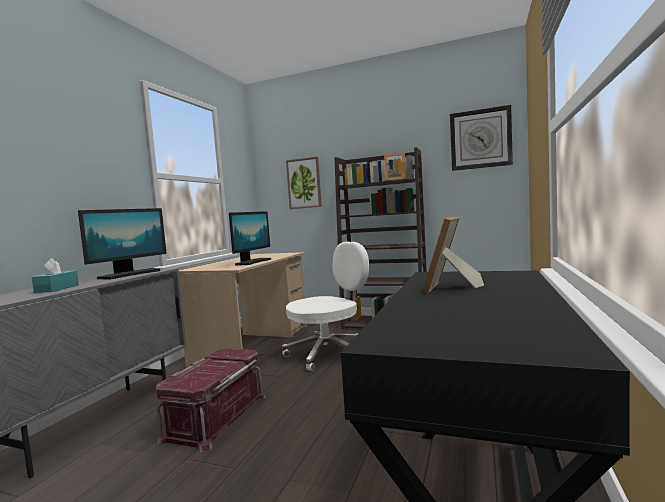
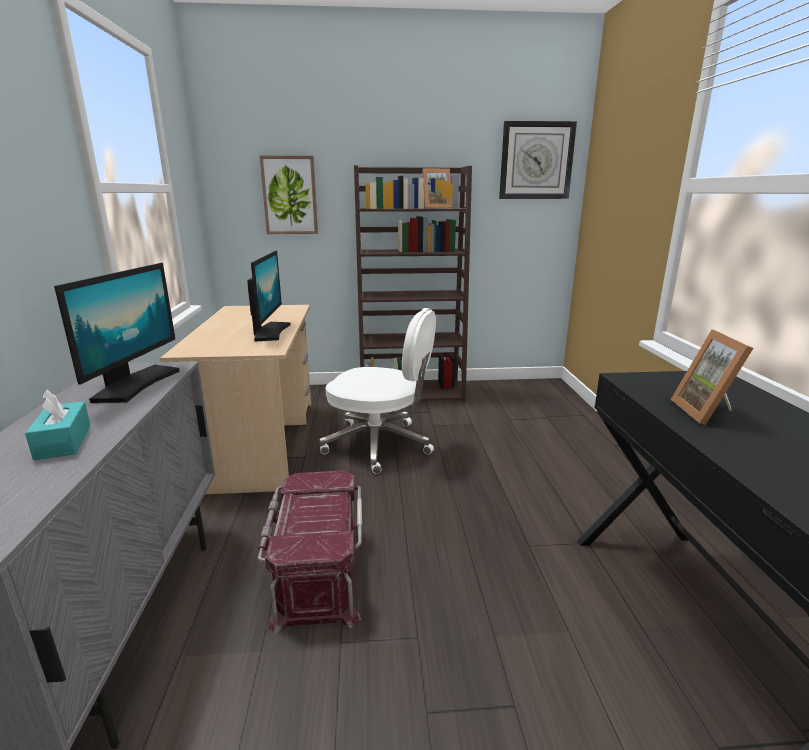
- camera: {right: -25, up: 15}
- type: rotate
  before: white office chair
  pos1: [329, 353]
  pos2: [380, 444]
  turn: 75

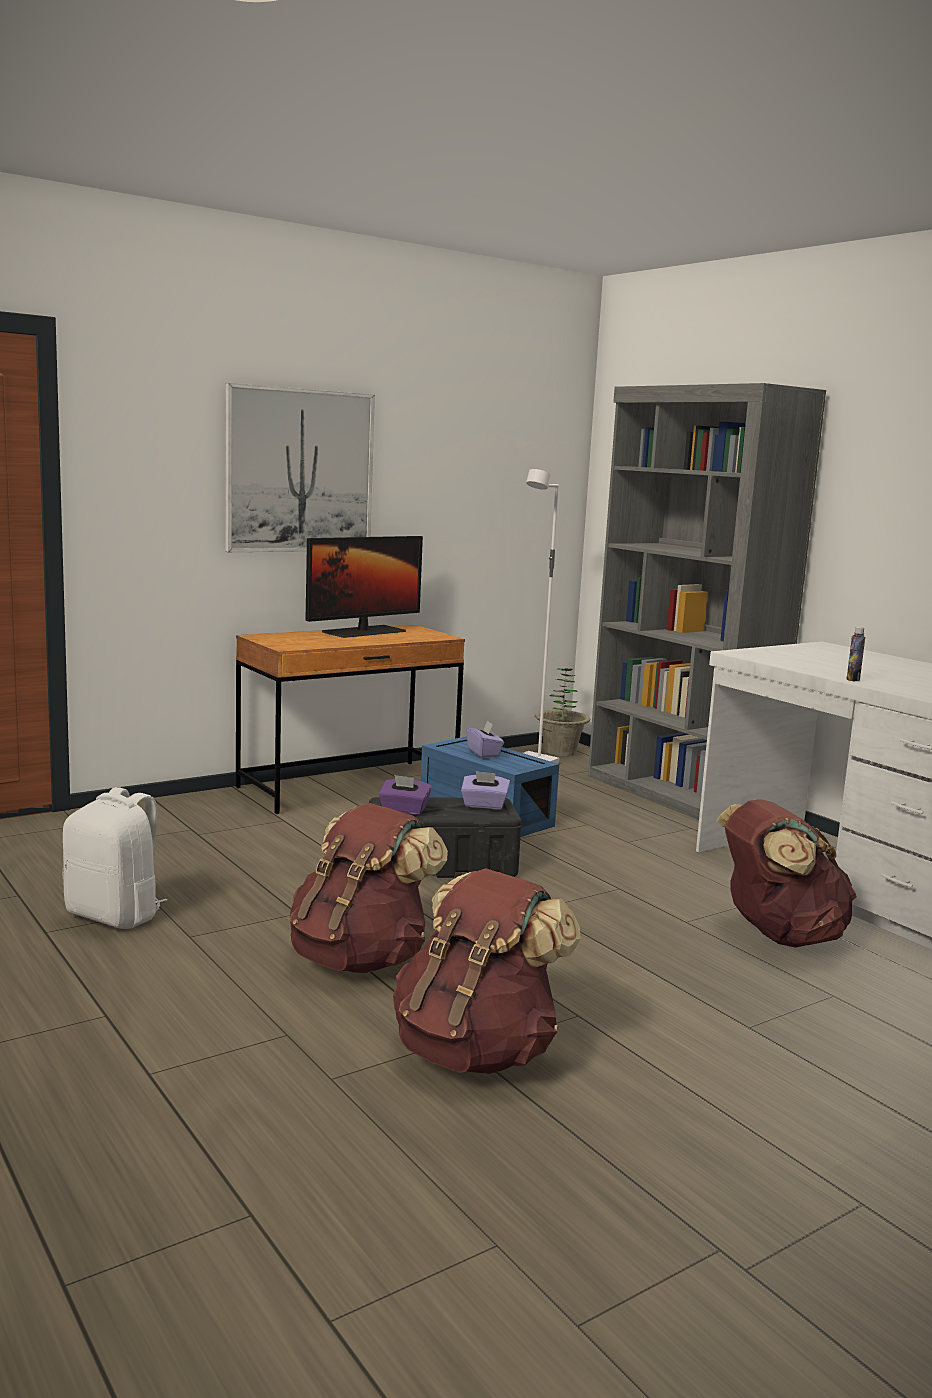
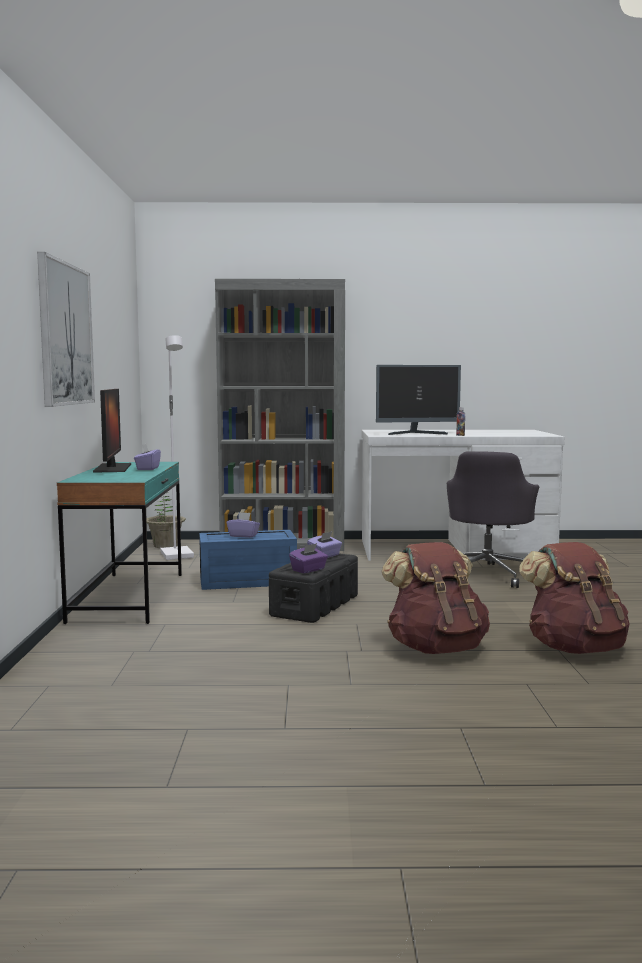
- camera: {right: -55, up: -5}
- type: delete
  before: white backpack
  pos1: [116, 916]
- type: insert
  after: purple tissue box
  pos2: [147, 468]
- type: insert
  after: monitor
  pos2: [416, 433]
- type: replace
  before: brown backpack
  after: grey office chair
  pos1: [778, 936]
  pos2: [488, 574]
- type: recolor
  before: brown desk
  after: turquoise desk
  pos1: [349, 786]
  pos2: [129, 597]

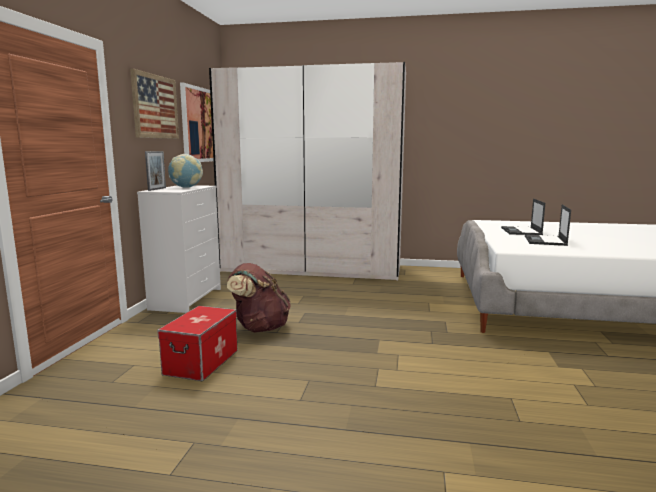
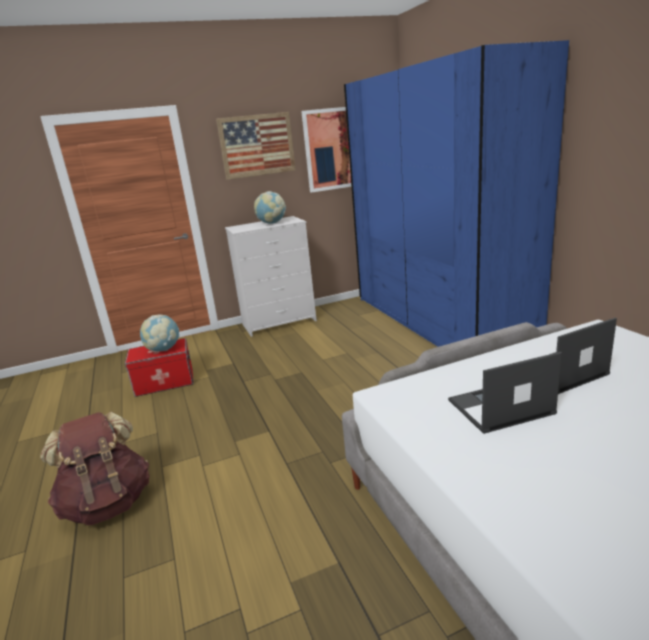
- camera: {right: 60, up: 10}
- type: delete
  before: picture frame
  pos1: [157, 189]
- type: insert
  after: globe
  pos2: [163, 349]
- type: move
  before: brown backpack
  pos1: [259, 328]
  pos2: [108, 503]
- type: recolor
  before: beige wardrobe
  after: blue wardrobe
  pos1: [312, 268]
  pos2: [437, 322]

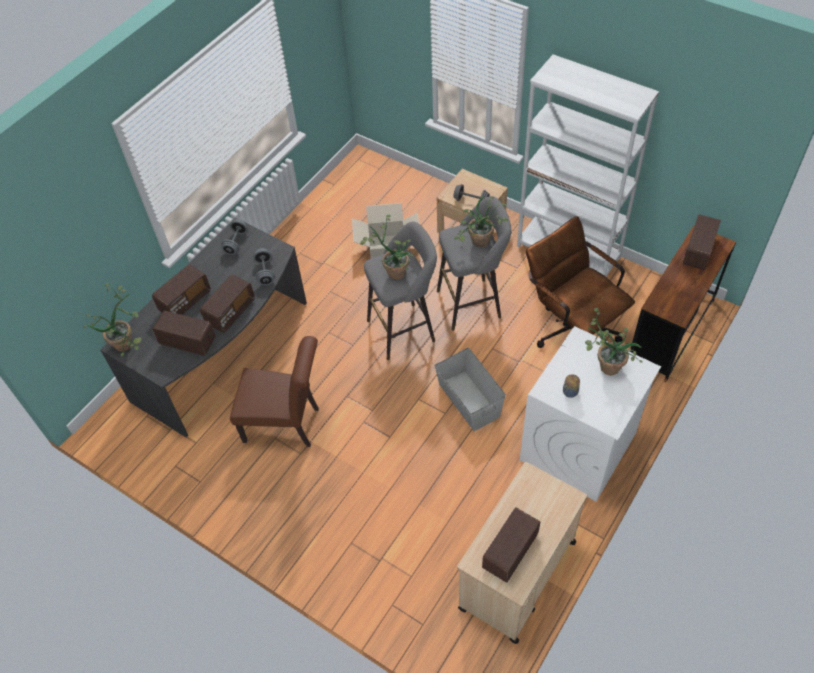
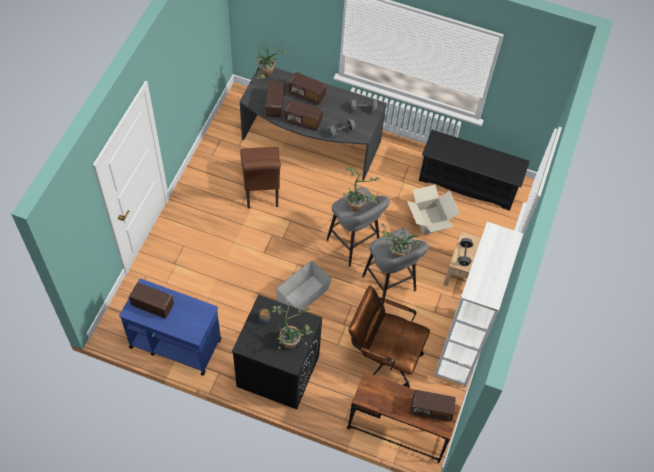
- camera: {right: 70, up: 5}
- type: insert
  after: black shoe rack
  pos2: [468, 183]
- type: recolor
  before: beige cart
  after: blue cart
  pos1: [517, 575]
  pos2: [175, 343]
- type: recolor
  before: white washing machine
  after: black washing machine
  pos1: [577, 447]
  pos2: [277, 371]
- type: rotate
  before: brown office chair
  pos1: [571, 328]
  pos2: [383, 357]
  turn: -105

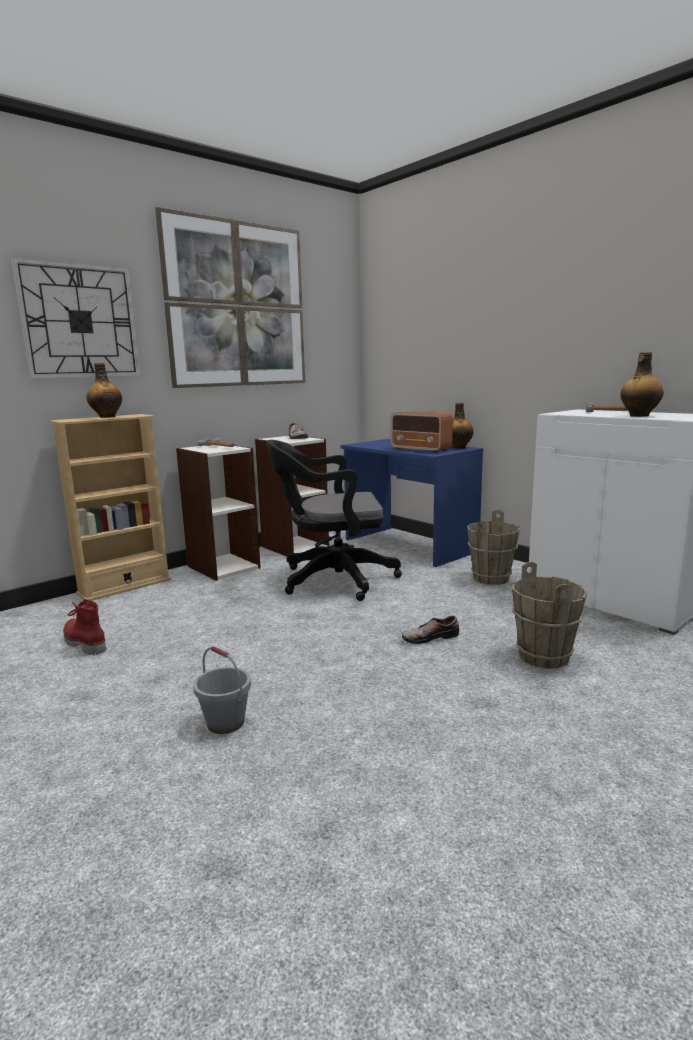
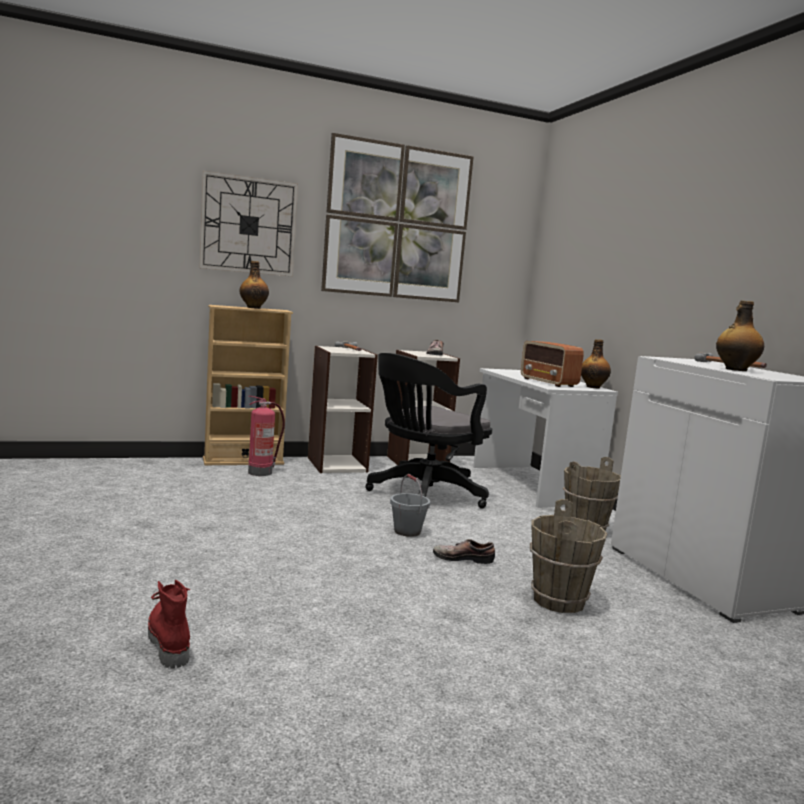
- camera: {right: 20, up: -5}
- type: insert
  after: fire extinguisher
  pos2: [261, 472]
- type: move
  before: red boot
  pos1: [83, 643]
  pos2: [167, 642]
- type: move
  before: grey bucket
  pos1: [226, 722]
  pos2: [407, 531]
- type: recolor
  before: blue desk
  after: white desk
  pos1: [408, 545]
  pos2: [531, 484]
- type: rotate
  before: black office chair
  pos1: [332, 580]
  pos2: [423, 495]
  turn: -60

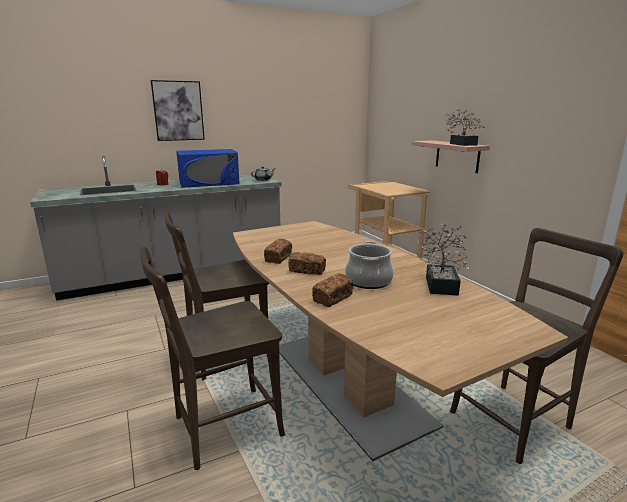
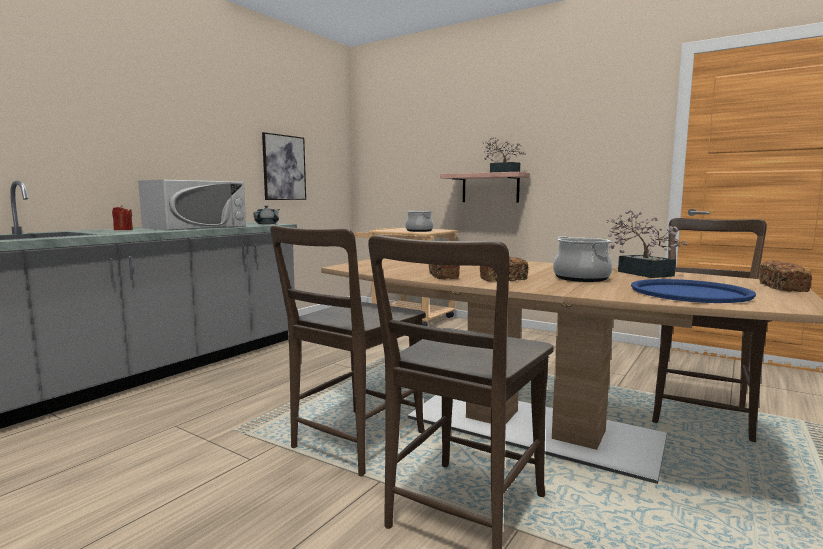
- camera: {right: -30, up: -10}
- type: insert
  after: cooking pot
  pos2: [419, 231]
- type: insert
  after: blue tray
  pos2: [689, 293]
- type: move
  before: picture
  pos1: [178, 111]
  pos2: [284, 167]
- type: move
  before: bread
  pos1: [333, 298]
  pos2: [783, 287]
- type: recolor
  before: blue microwave
  after: white microwave
  pos1: [209, 182]
  pos2: [196, 227]

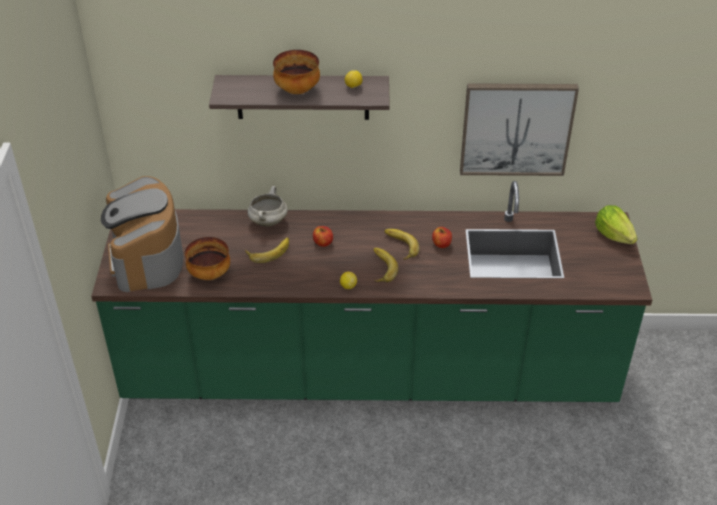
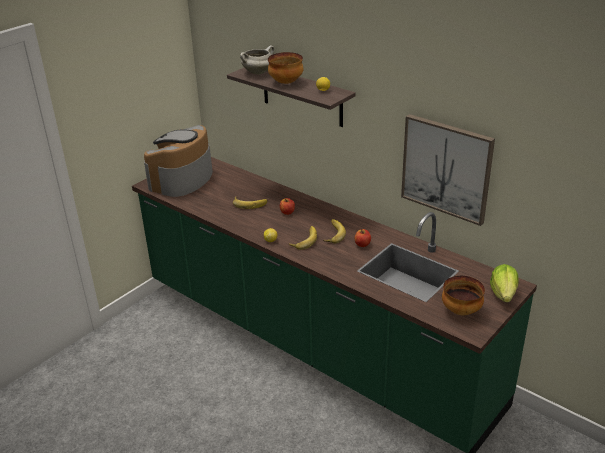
- camera: {right: 40, up: -10}
- type: move
  before: bowl
  pos1: [209, 274]
  pos2: [461, 310]
- type: move
  before: white cooking pot
  pos1: [268, 221]
  pos2: [258, 72]

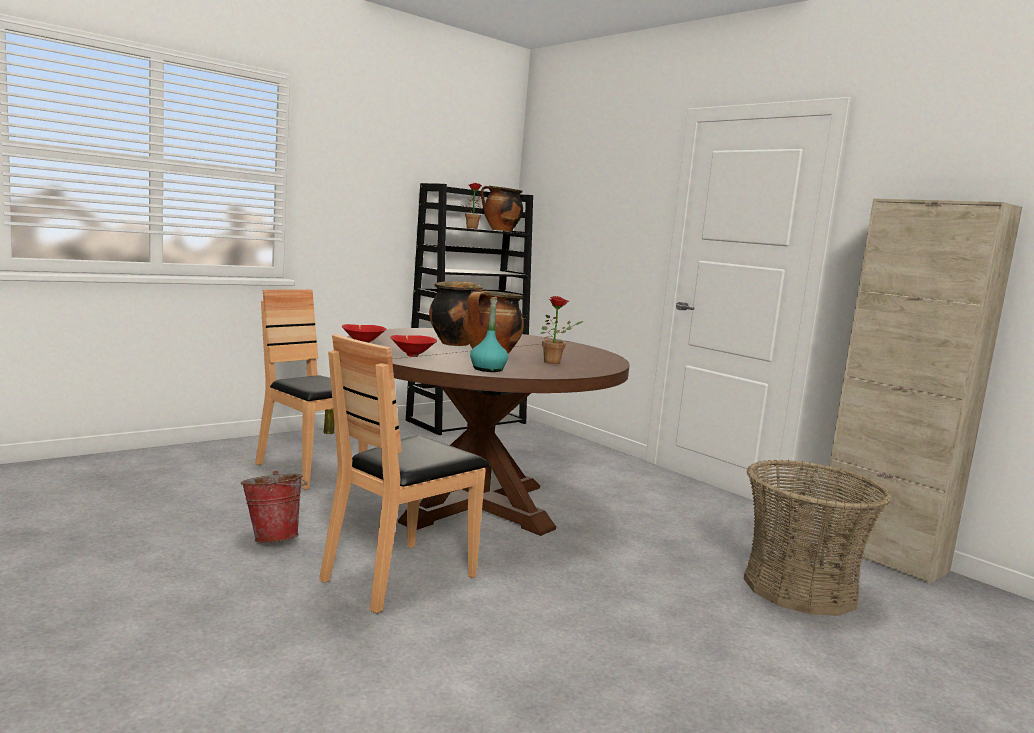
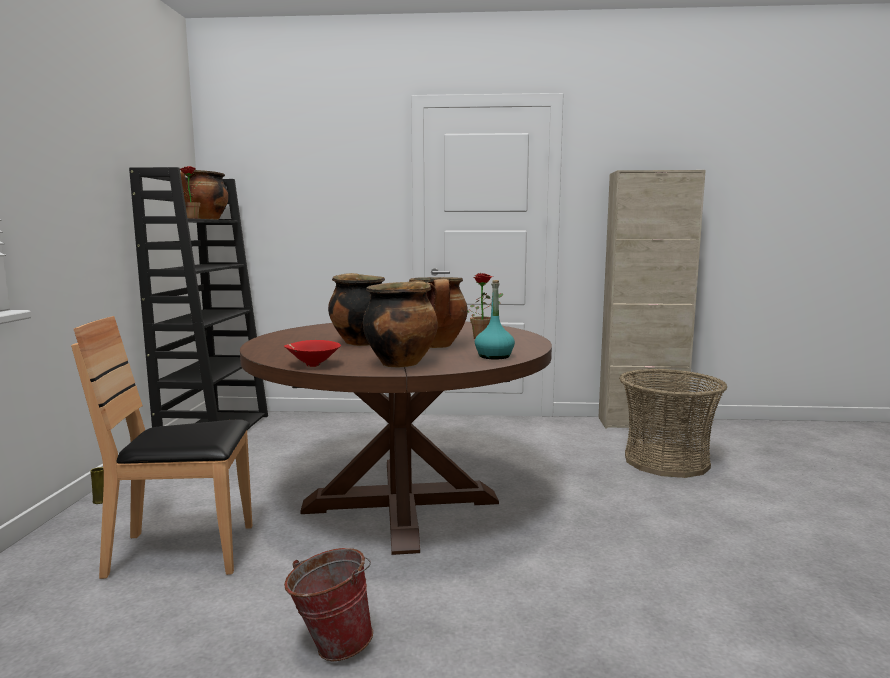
- camera: {right: -45, up: 0}
- type: delete
  before: brown chair
  pos1: [399, 576]
- type: replace
  before: red bowl
  after: cooking pot
  pos1: [412, 355]
  pos2: [401, 363]

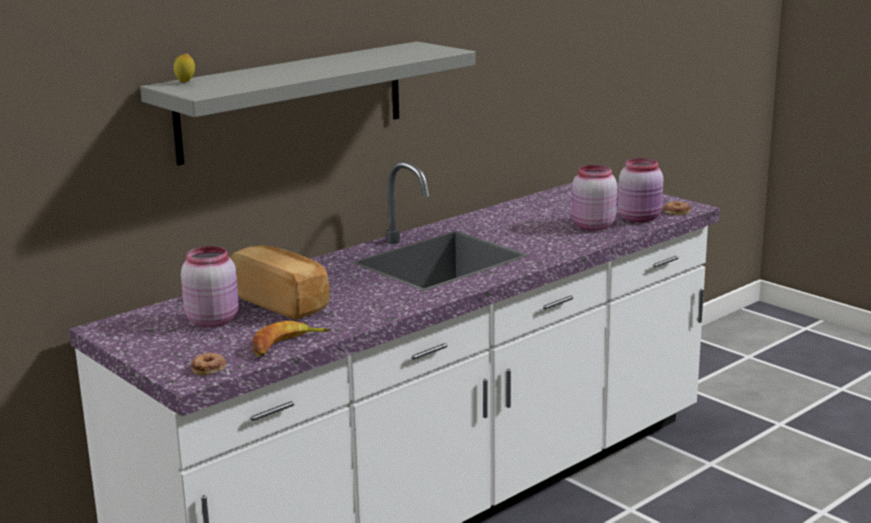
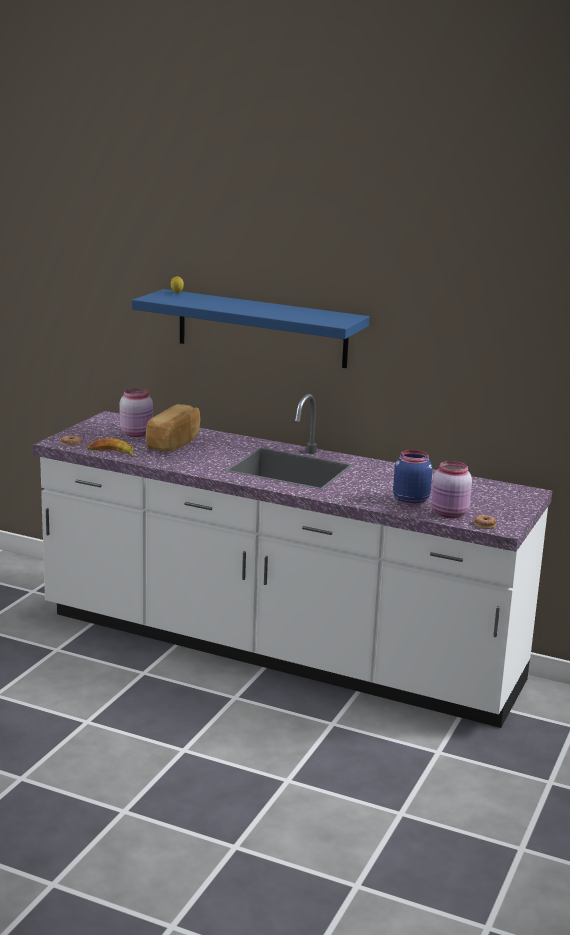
- camera: {right: 65, up: 0}
- type: recolor
  before: grey shelf
  after: blue shelf
  pos1: [292, 101]
  pos2: [262, 328]
- type: recolor
  before: pink jar
  after: blue jar
  pos1: [592, 226]
  pos2: [410, 500]

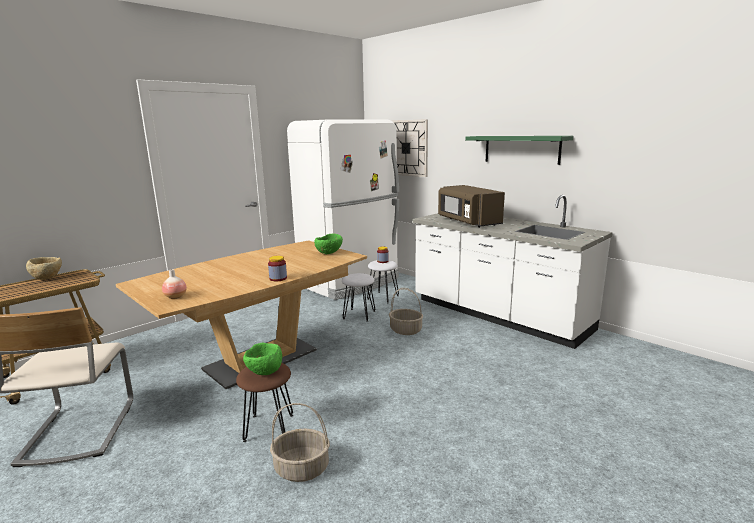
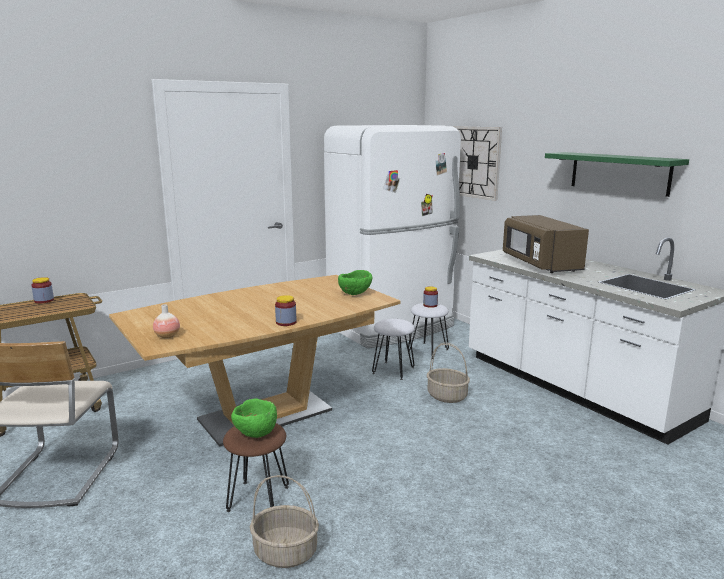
- camera: {right: 10, up: 0}
- type: replace
  before: beige bowl
  after: jar
  pos1: [48, 278]
  pos2: [44, 300]

